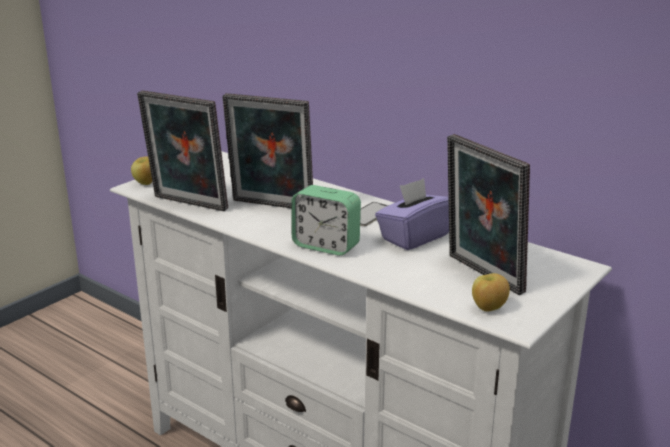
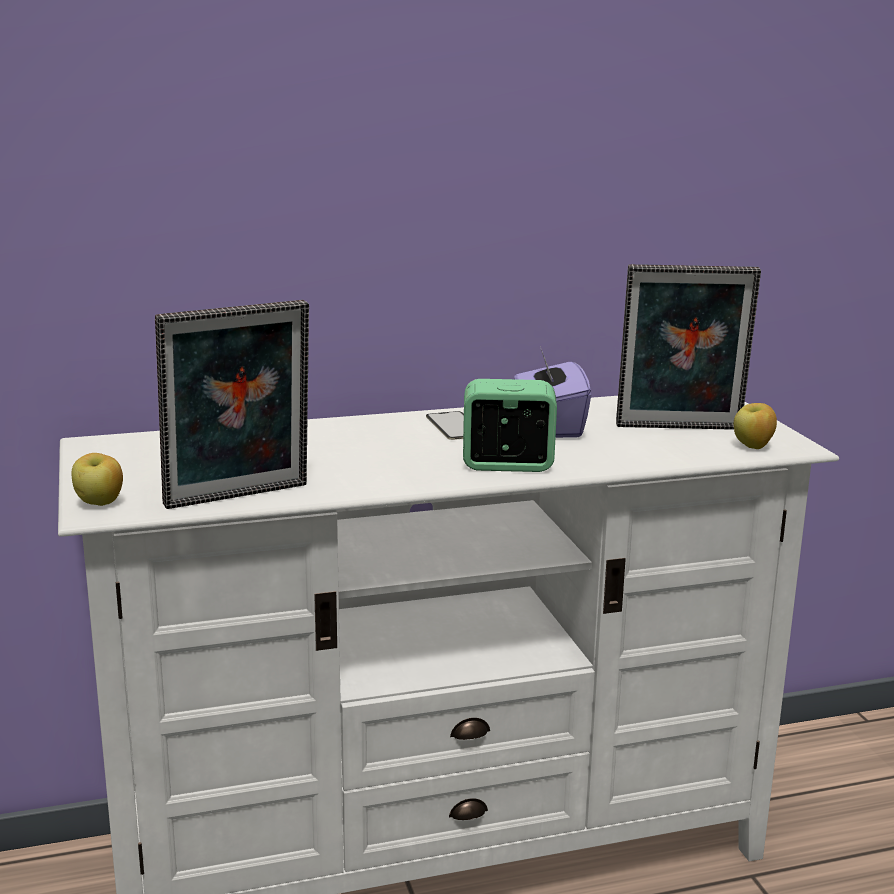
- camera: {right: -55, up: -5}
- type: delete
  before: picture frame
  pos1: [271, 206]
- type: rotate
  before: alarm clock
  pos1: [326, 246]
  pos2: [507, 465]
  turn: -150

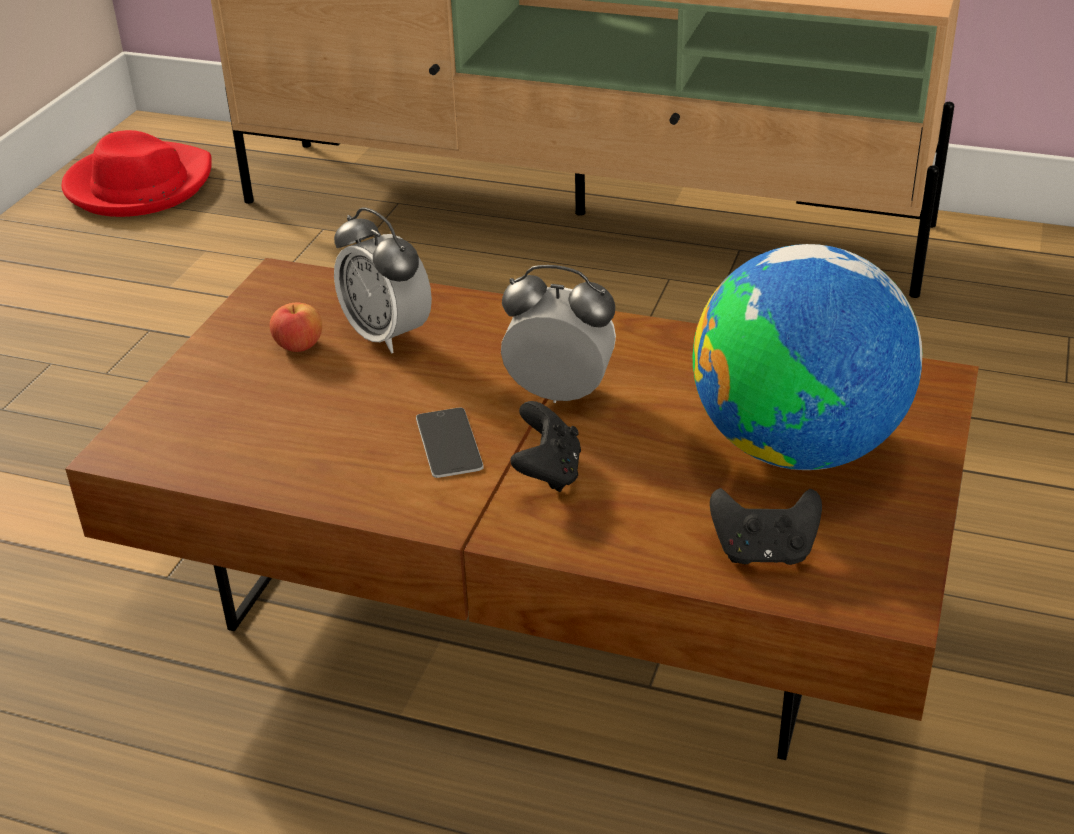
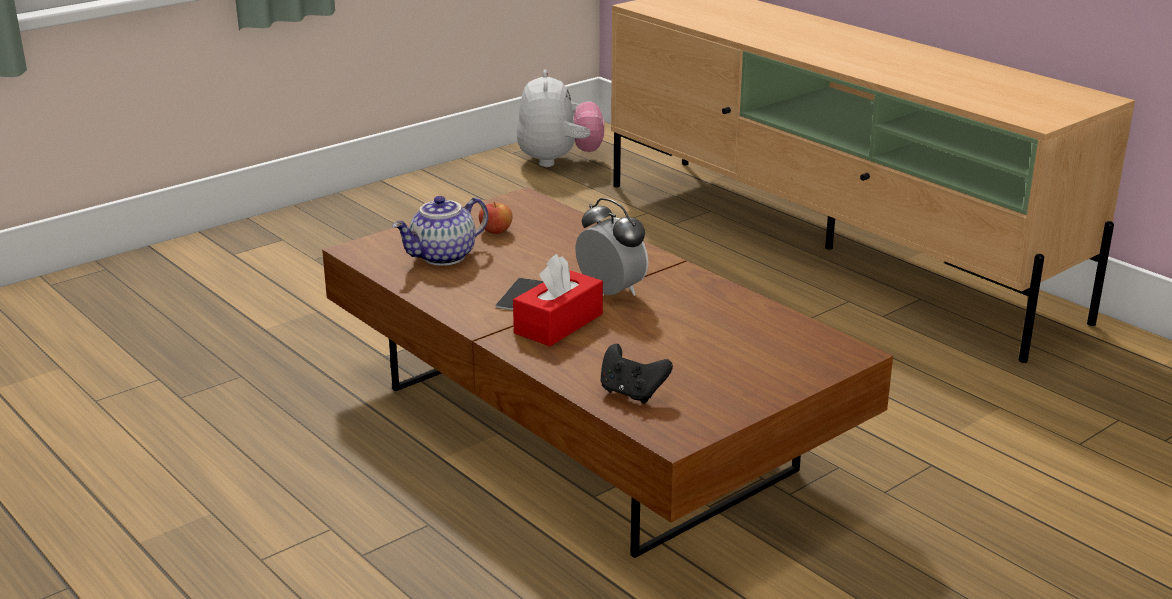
- camera: {right: 30, up: -10}
- type: delete
  before: alarm clock
  pos1: [387, 335]
- type: delete
  before: globe
  pos1: [797, 447]
- type: insert
  after: teapot
  pos2: [443, 257]
- type: replace
  before: red hat
  after: plush toy
  pos1: [139, 185]
  pos2: [559, 161]
- type: replace
  before: black game controller
  after: red tissue box
  pos1: [548, 472]
  pos2: [558, 324]

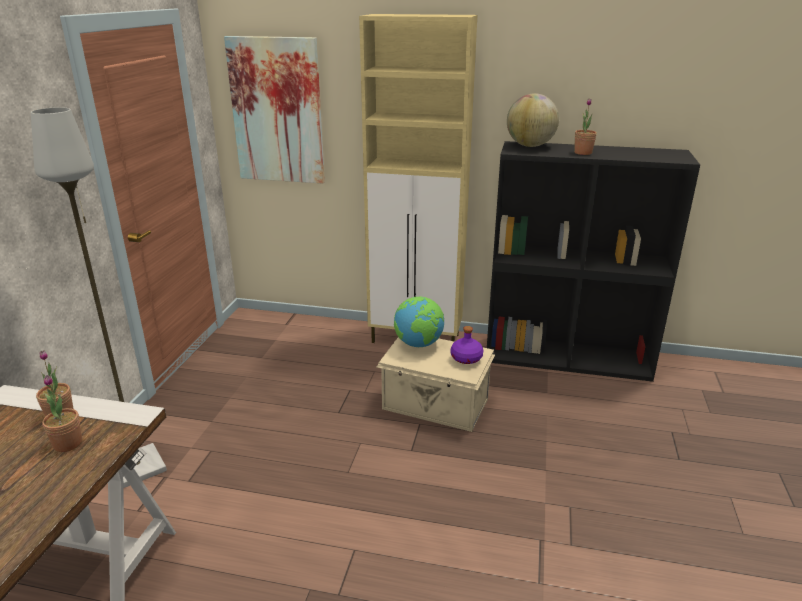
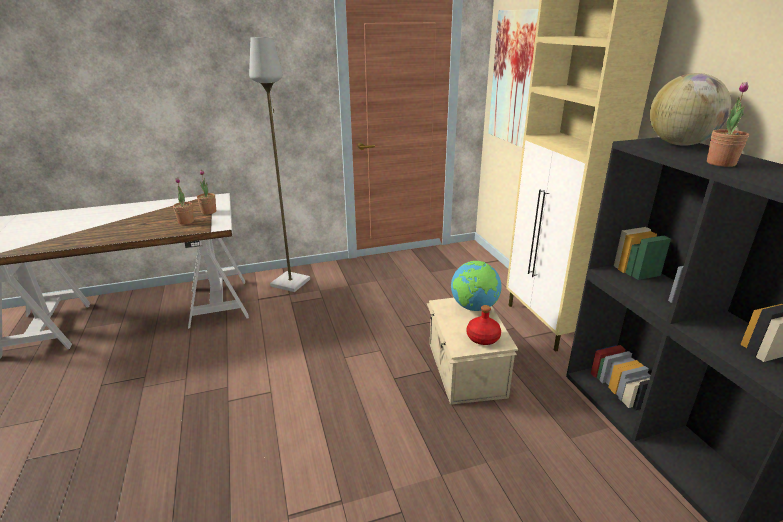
- camera: {right: 60, up: 0}
- type: recolor
  before: purple bottle
  after: red bottle
  pos1: [466, 358]
  pos2: [482, 338]

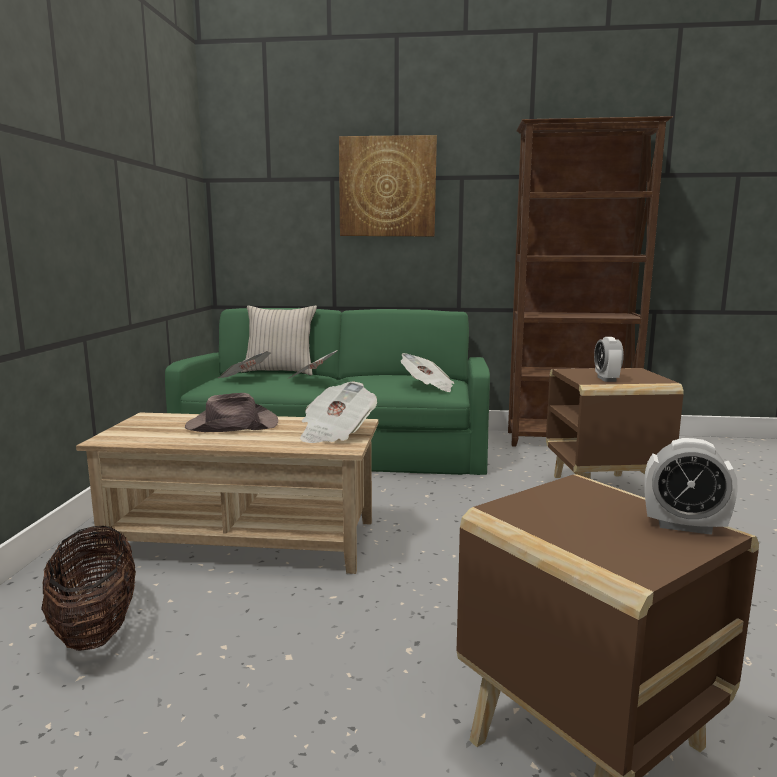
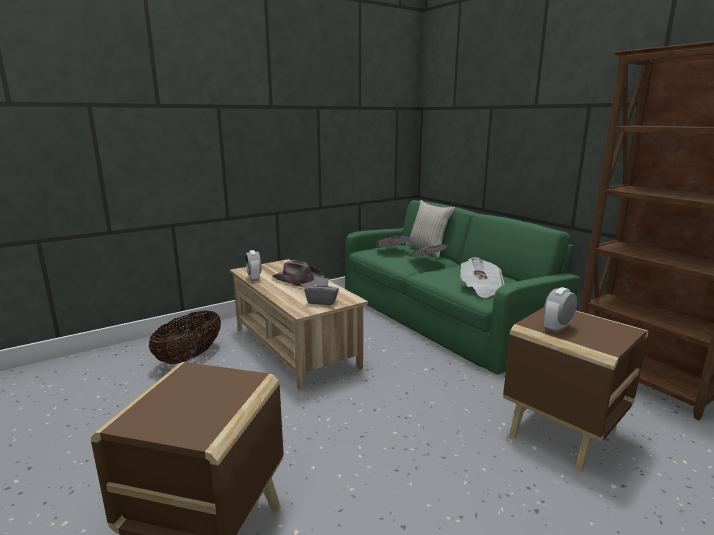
- camera: {right: 50, up: 5}
- type: delete
  before: picture
  pos1: [387, 187]
- type: move
  before: alarm clock
  pos1: [684, 526]
  pos2: [254, 278]
- type: replace
  before: newspaper
  after: grey tissue box
  pos1: [335, 433]
  pos2: [322, 301]

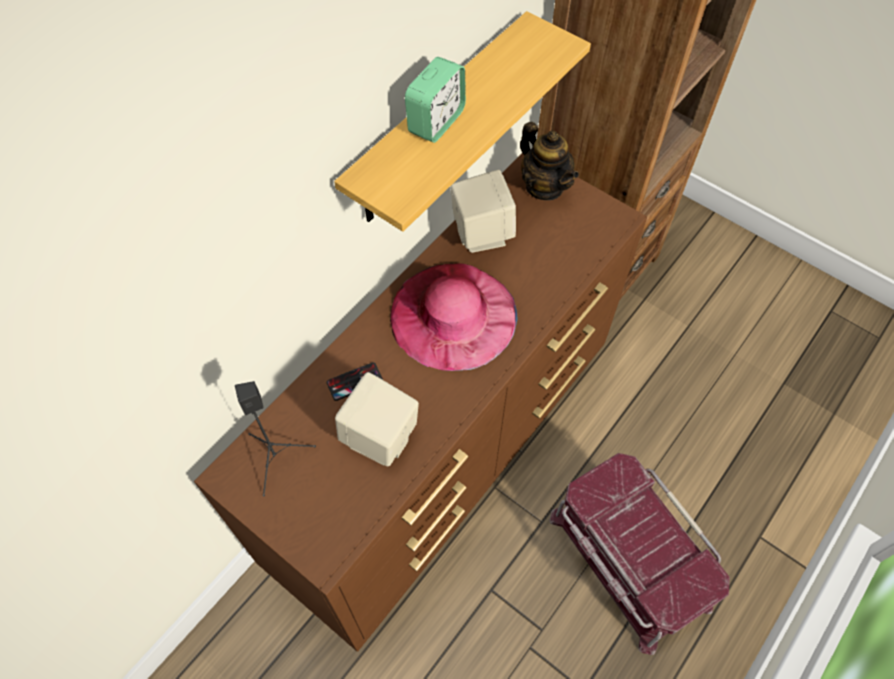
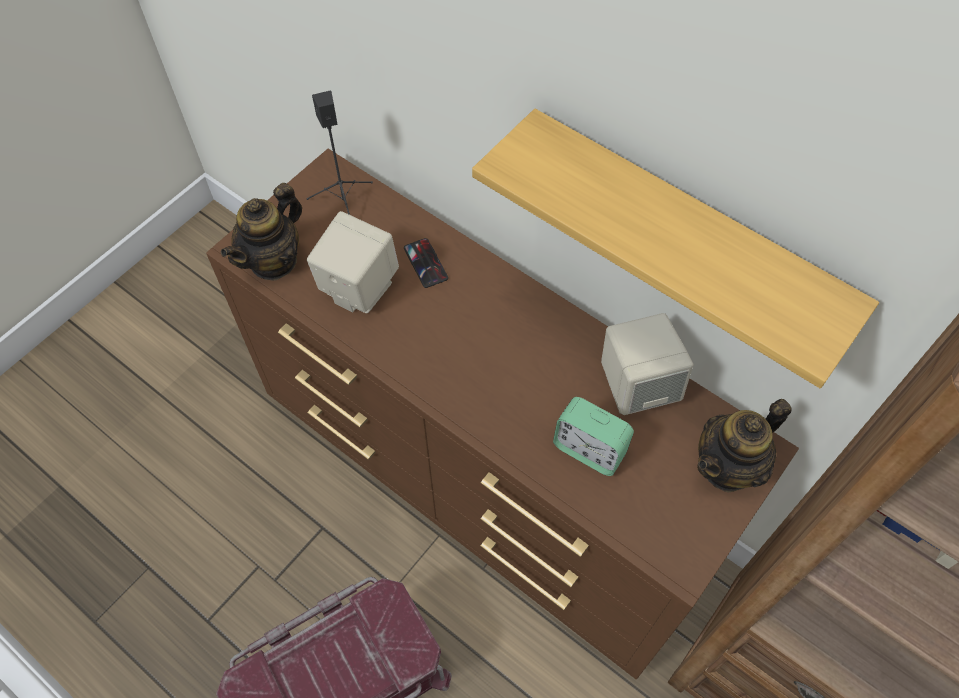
- camera: {right: 90, up: 0}
- type: delete
  before: pink hat
  pos1: [453, 315]
- type: insert
  after: teapot
  pos2: [274, 261]
- type: move
  before: alarm clock
  pos1: [436, 122]
  pos2: [589, 449]

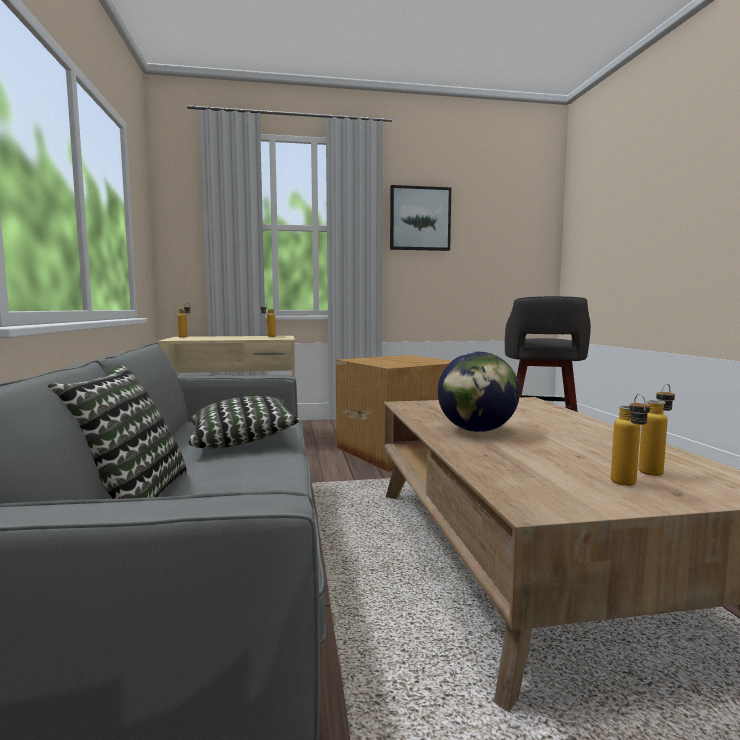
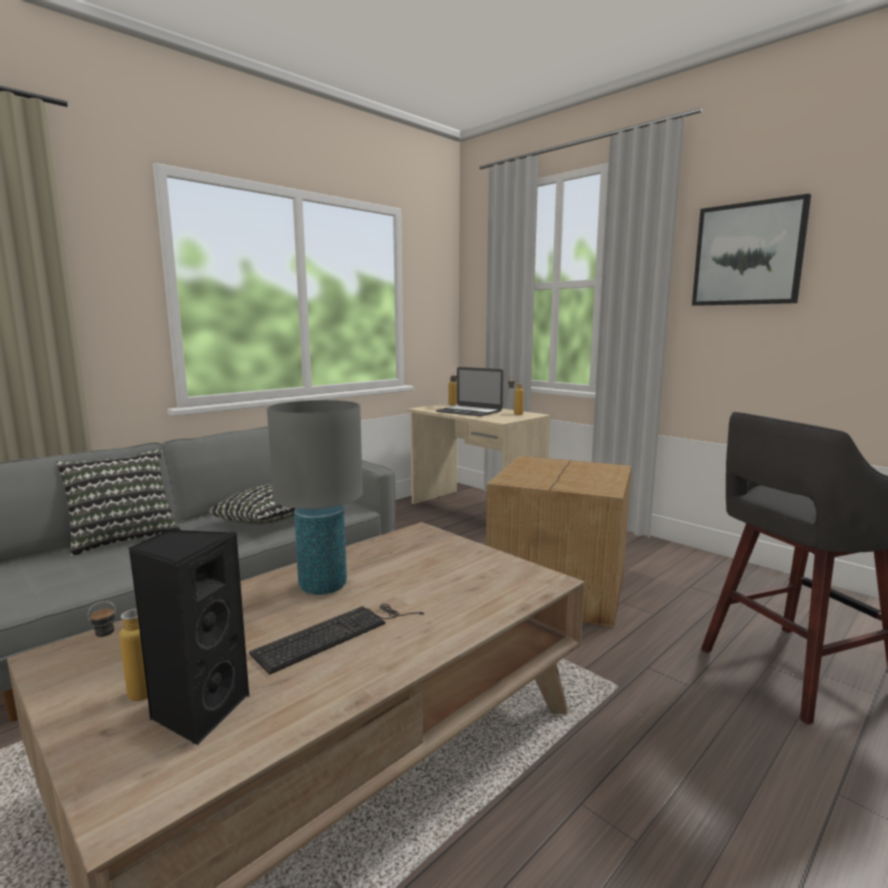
- camera: {right: 55, up: 5}
- type: insert
  after: keyboard
  pos2: [337, 633]
- type: insert
  after: laptop
  pos2: [469, 411]
- type: replace
  before: globe
  after: grey table lamp
  pos1: [476, 430]
  pos2: [322, 586]
- type: replace
  before: bottle
  after: black speaker
  pos1: [655, 471]
  pos2: [198, 711]

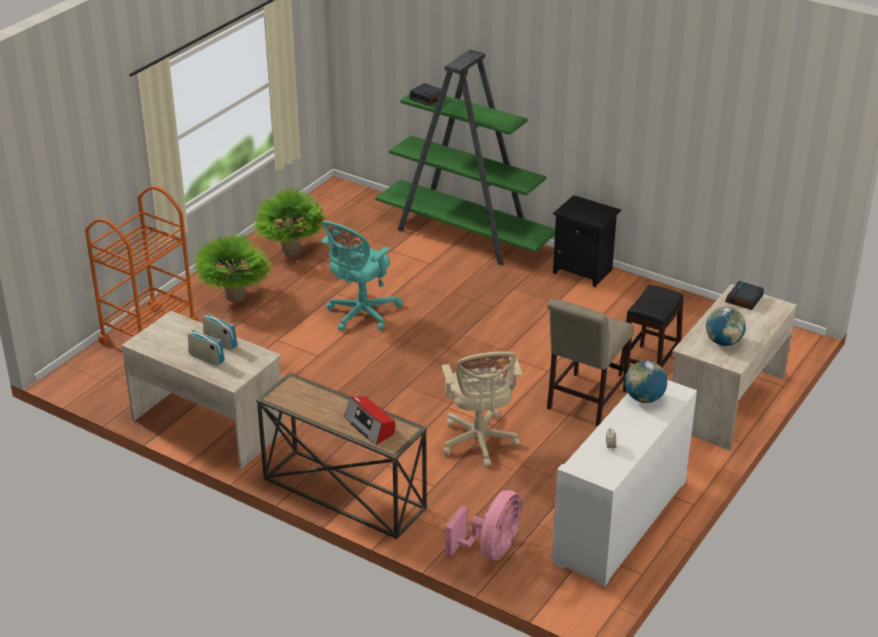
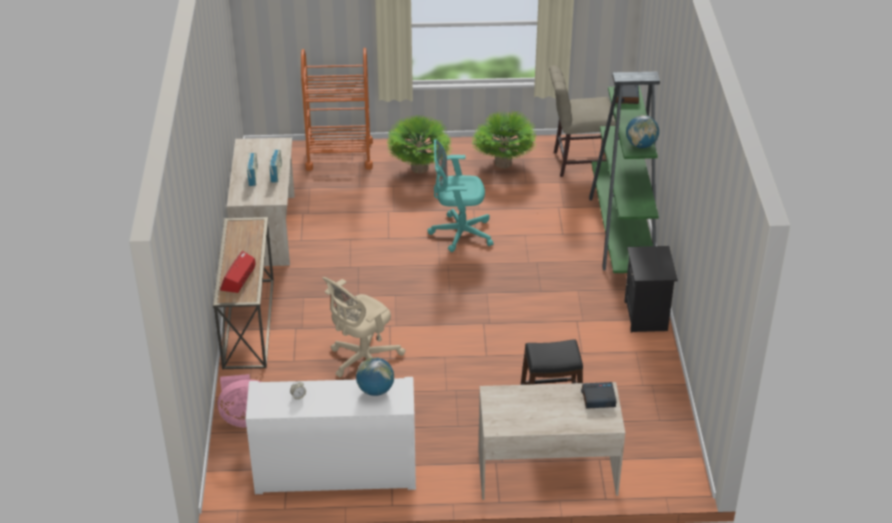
- camera: {right: 55, up: 5}
- type: move
  before: beige chair
  pos1: [584, 402]
  pos2: [578, 162]
- type: move
  before: globe
  pos1: [723, 342]
  pos2: [641, 145]

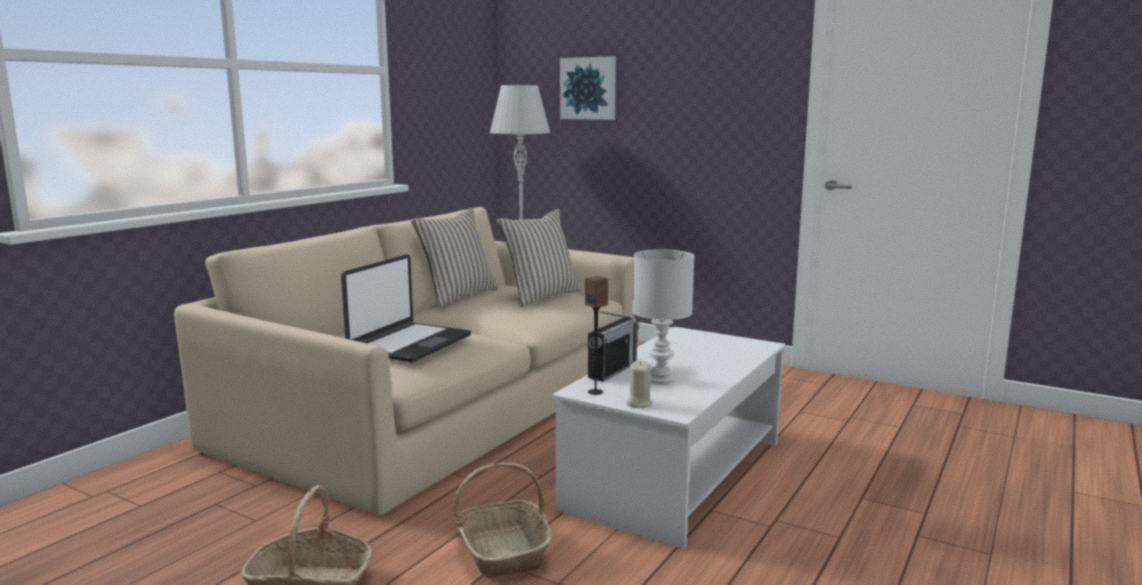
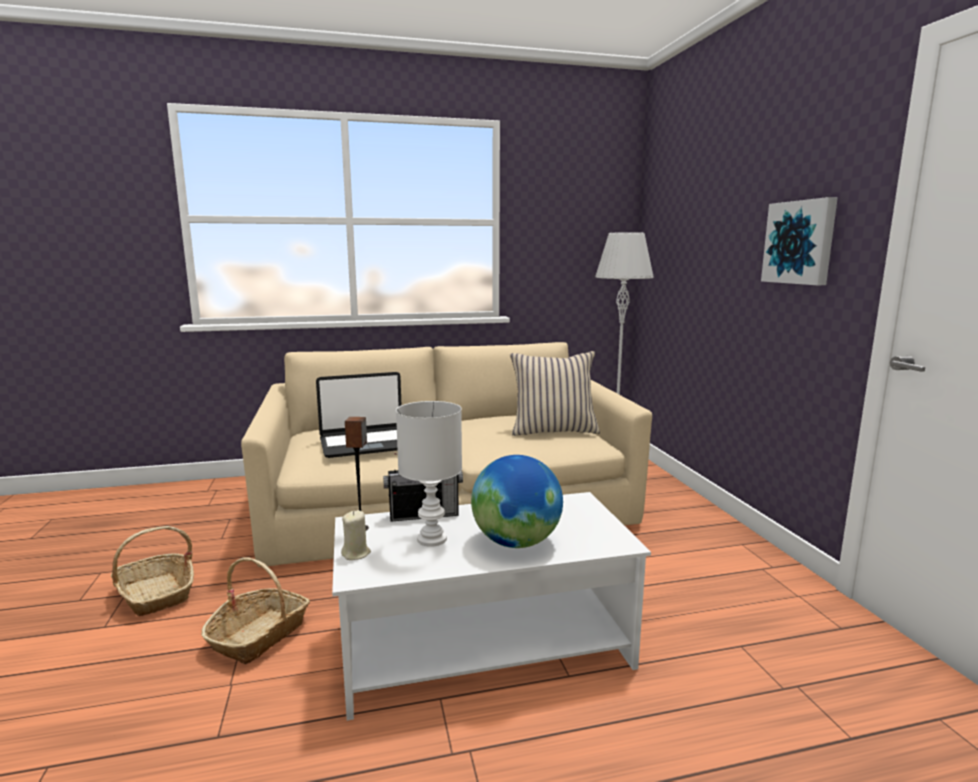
- camera: {right: 45, up: 0}
- type: delete
  before: beige pillow
  pos1: [457, 295]
- type: insert
  after: globe
  pos2: [516, 542]
- type: move
  before: picture
  pos1: [589, 88]
  pos2: [800, 242]

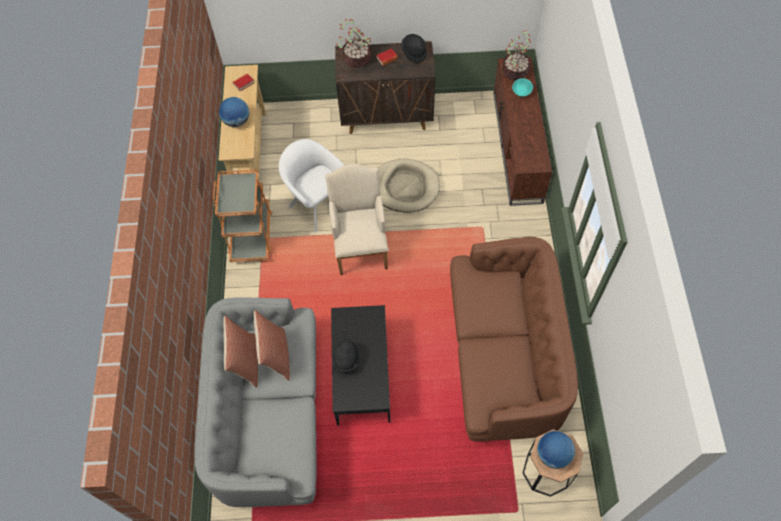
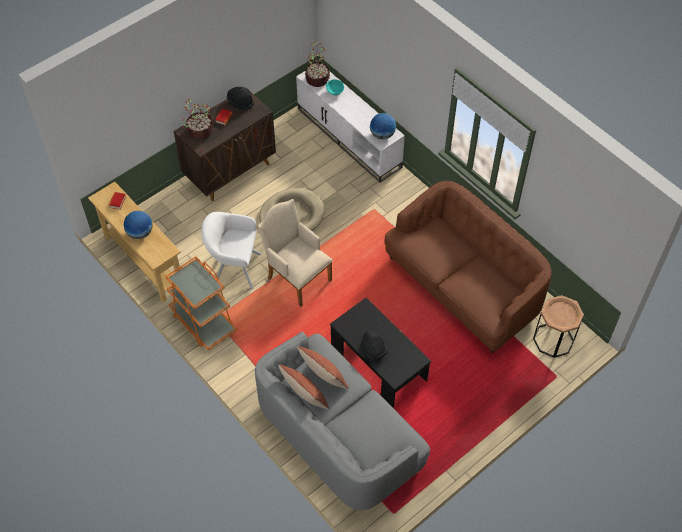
- camera: {right: -40, up: -5}
- type: move
  before: globe
  pos1: [553, 454]
  pos2: [382, 134]
- type: recolor
  before: brown tv stand
  after: white tv stand
  pos1: [518, 147]
  pos2: [350, 137]

